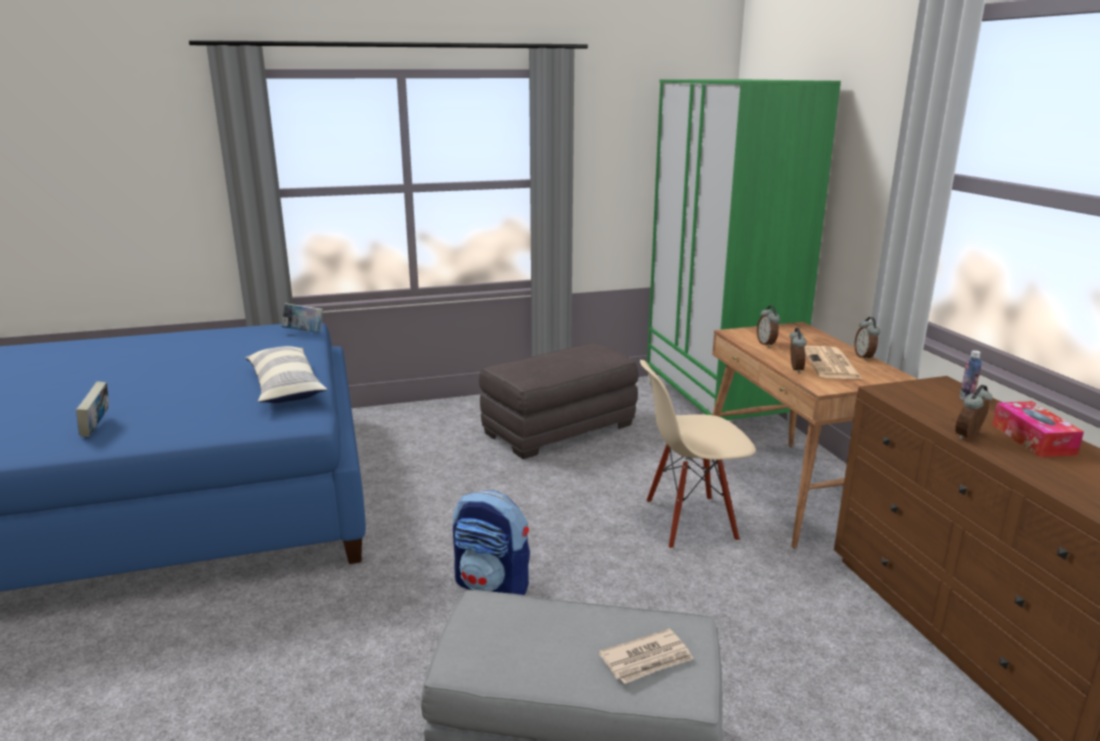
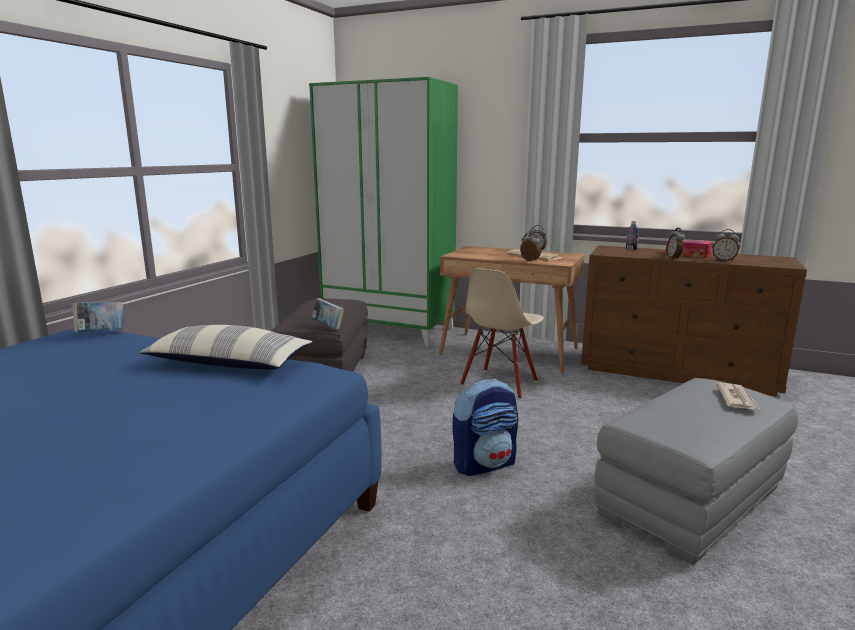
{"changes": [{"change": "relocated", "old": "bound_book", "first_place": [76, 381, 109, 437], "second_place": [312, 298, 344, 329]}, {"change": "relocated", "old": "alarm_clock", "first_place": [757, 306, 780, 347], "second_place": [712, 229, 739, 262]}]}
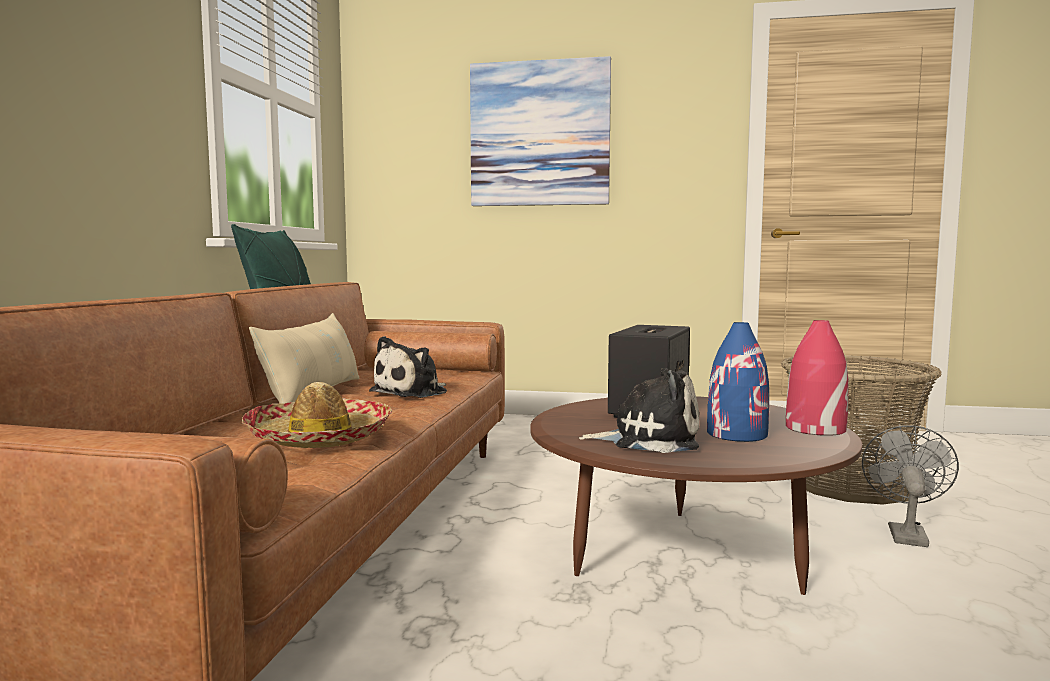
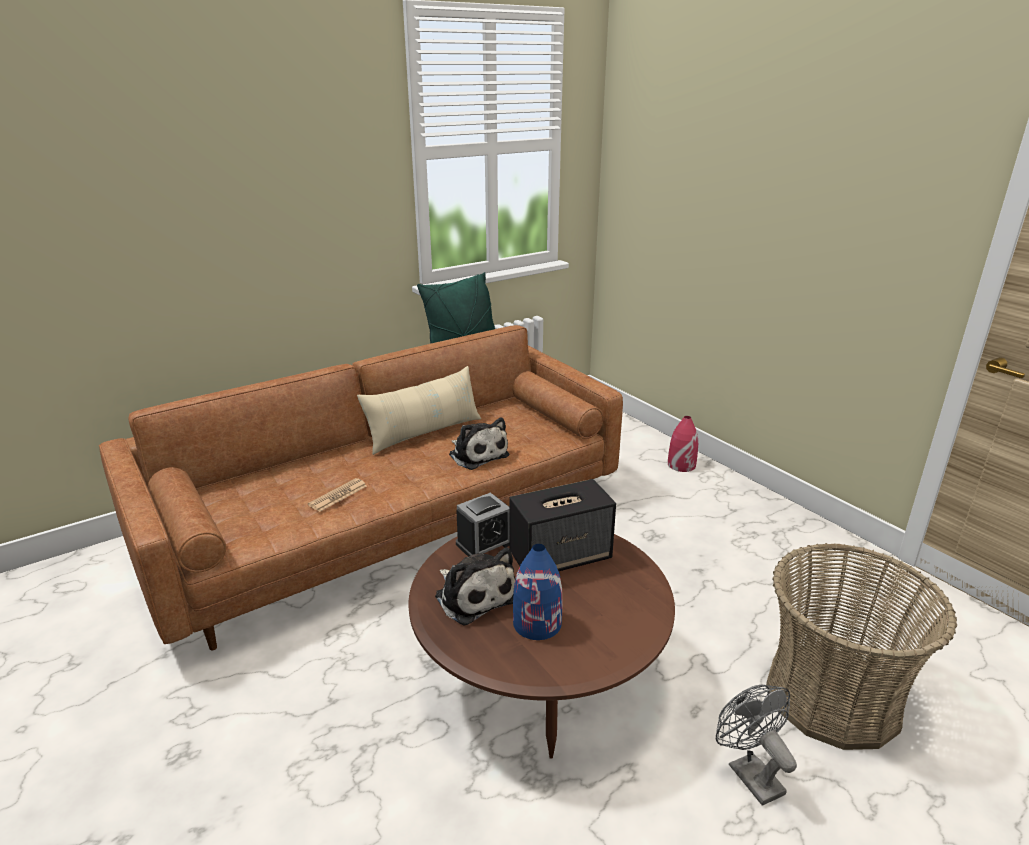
{"changes": [{"change": "missing", "old": "wall_art", "first_place": [470, 56, 611, 206]}, {"change": "appeared", "new": "alarm_clock", "second_place": [456, 492, 510, 557]}, {"change": "relocated", "old": "red_decorative_vase", "first_place": [786, 320, 849, 436], "second_place": [668, 416, 698, 472]}, {"change": "exchanged", "old": "clothing_hat", "new": "printed_paper", "first_place": [241, 382, 392, 448], "second_place": [308, 478, 367, 512]}, {"change": "spun", "old": "plush_toy", "first_place": [369, 336, 447, 398], "second_place": [449, 418, 509, 470], "degrees": -120}, {"change": "spun", "old": "grey_cooling_fan", "first_place": [862, 425, 959, 547], "second_place": [716, 685, 797, 806], "degrees": -90}]}
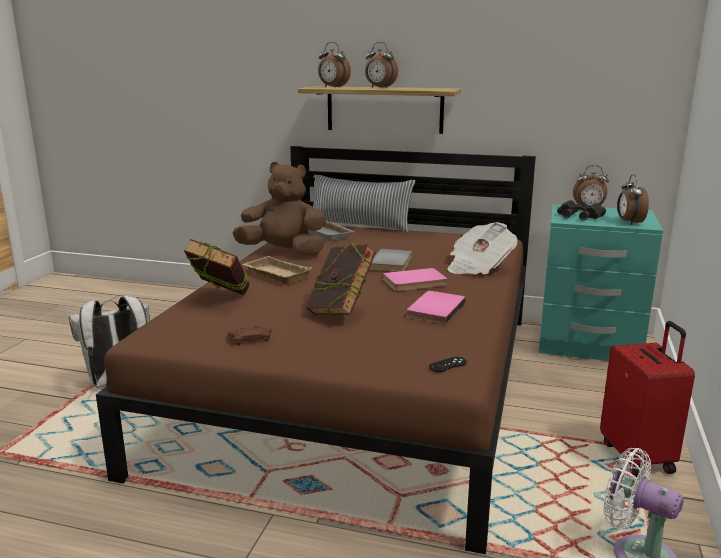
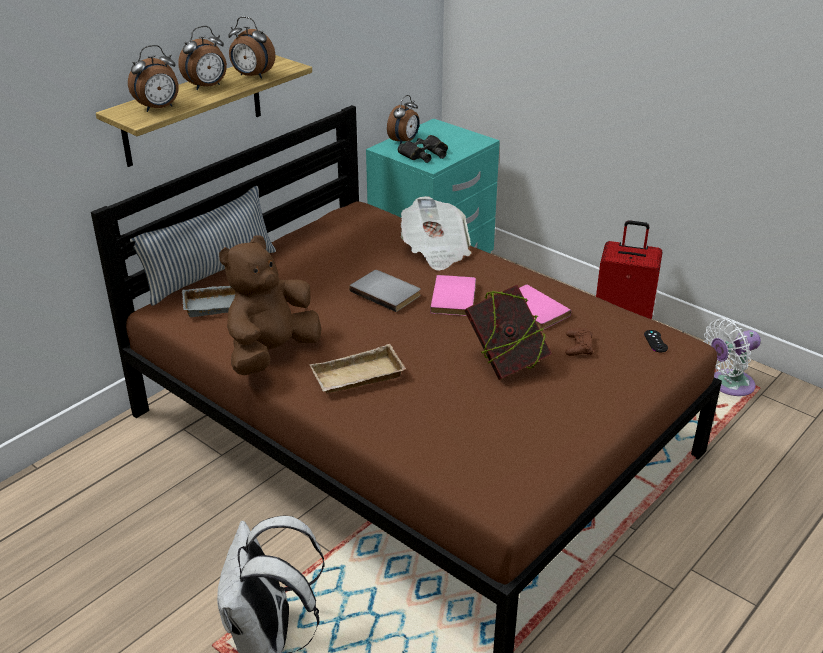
{"changes": [{"change": "missing", "old": "bound_book", "first_place": [184, 239, 250, 295]}, {"change": "relocated", "old": "brown-coloured_joypad", "first_place": [227, 324, 271, 345], "second_place": [565, 328, 593, 356]}, {"change": "relocated", "old": "alarm_clock", "first_place": [617, 175, 649, 225], "second_place": [228, 17, 275, 79]}]}
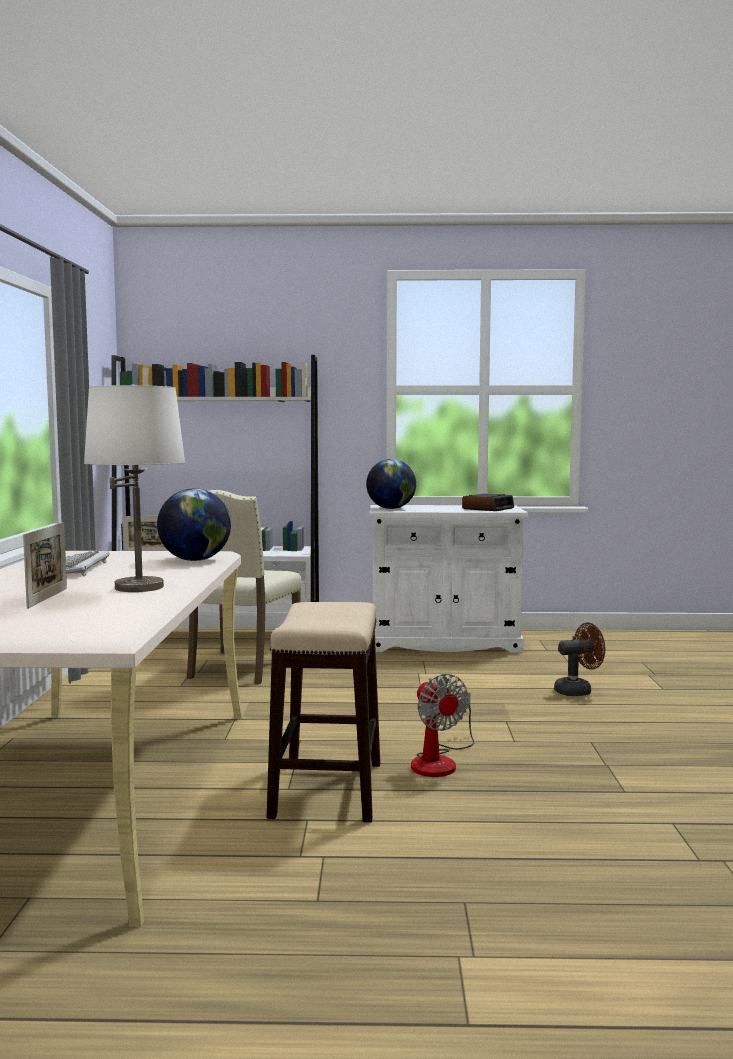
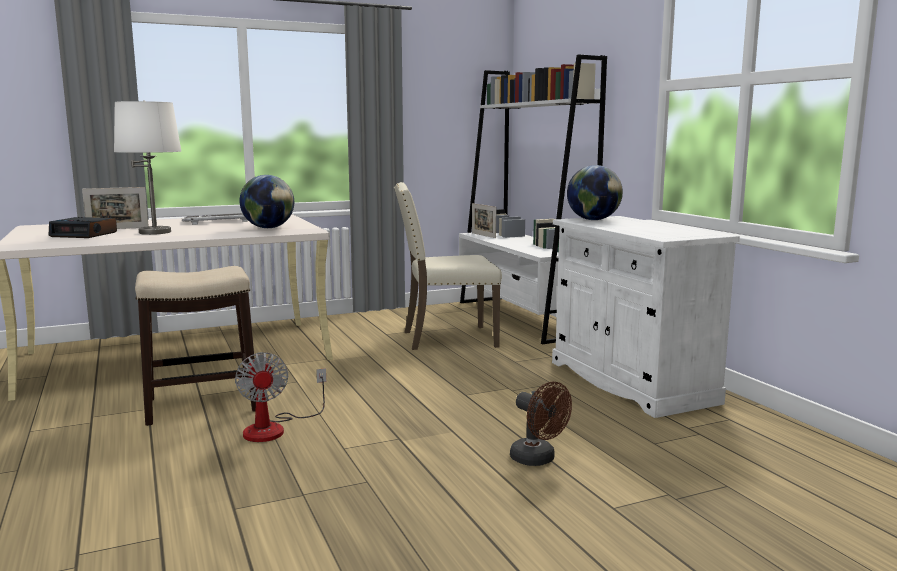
{"changes": [{"change": "relocated", "old": "alarm_clock", "first_place": [462, 494, 514, 511], "second_place": [48, 217, 117, 238]}, {"change": "spun", "old": "cooling_fan", "first_place": [411, 674, 474, 777], "second_place": [235, 352, 326, 442], "degrees": -60}]}
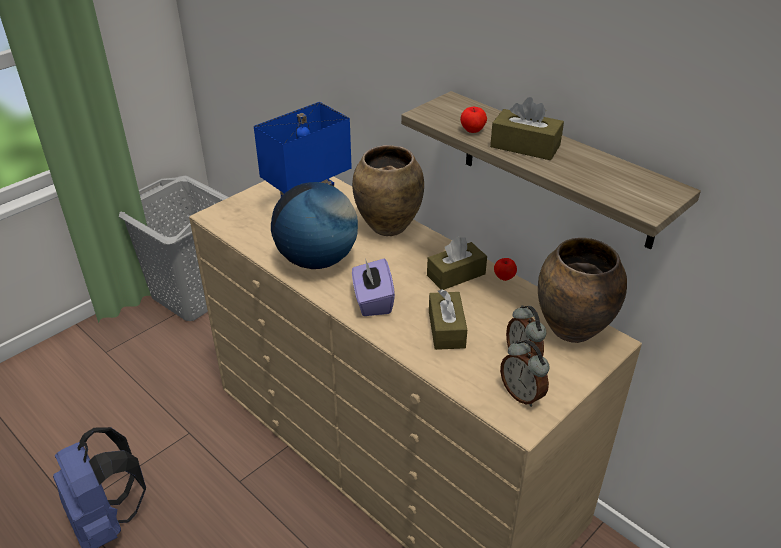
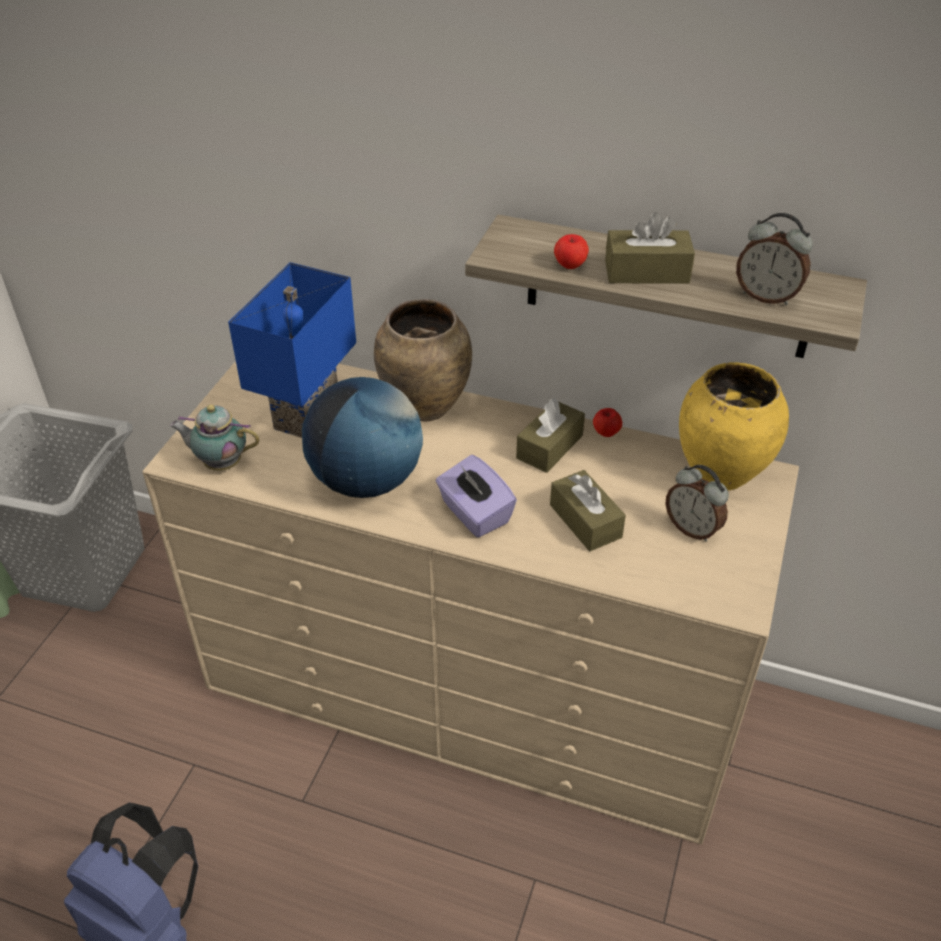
{"changes": [{"change": "appeared", "new": "teapot", "second_place": [170, 405, 260, 471]}, {"change": "relocated", "old": "alarm_clock", "first_place": [500, 340, 550, 407], "second_place": [736, 213, 813, 305]}, {"change": "colour", "old": "brown-coloured_decorative_vase", "new": "yellow_decorative_vase", "first_place": [538, 238, 627, 343], "second_place": [679, 362, 789, 490]}]}
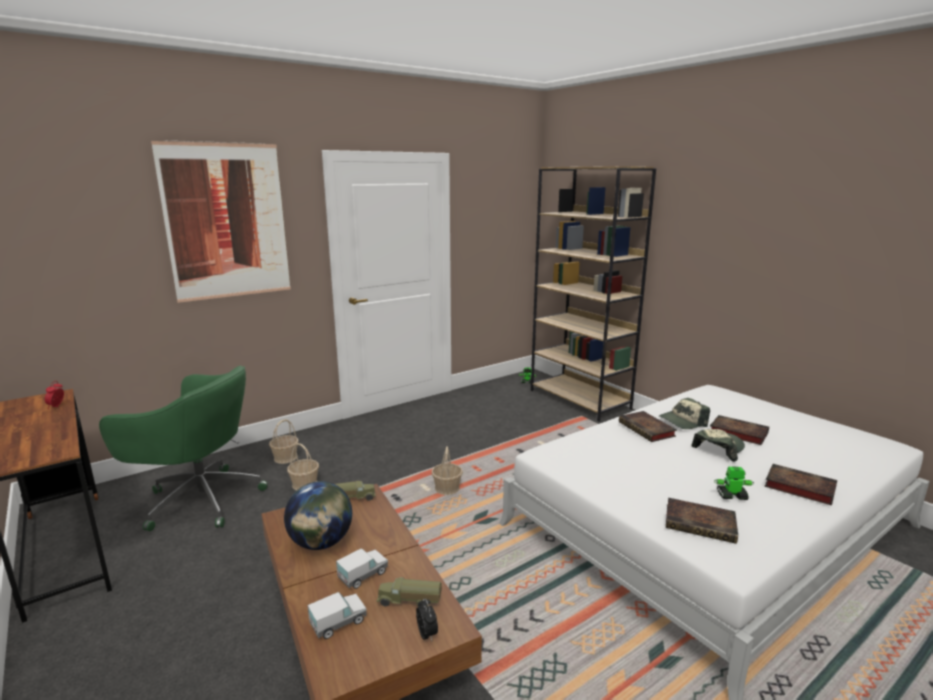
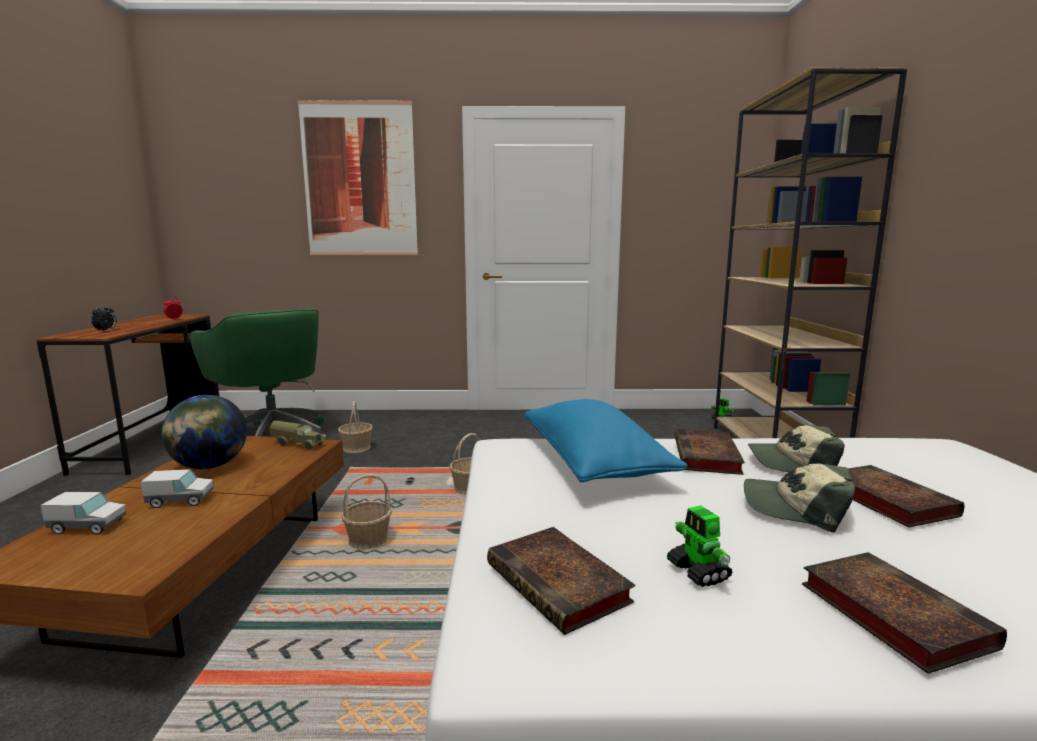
{"changes": [{"change": "missing", "old": "model_truck", "first_place": [377, 577, 442, 608]}, {"change": "appeared", "new": "blue-coloured_throw_pillow", "second_place": [524, 399, 688, 482]}, {"change": "relocated", "old": "storage_basket", "first_place": [269, 419, 299, 464], "second_place": [341, 474, 392, 550]}, {"change": "relocated", "old": "alarm_clock", "first_place": [416, 598, 438, 641], "second_place": [91, 304, 116, 331]}, {"change": "spun", "old": "cap", "first_place": [691, 429, 745, 462], "second_place": [744, 464, 855, 532], "degrees": -150}, {"change": "spun", "old": "toy_robot", "first_place": [714, 467, 754, 500], "second_place": [667, 506, 733, 587], "degrees": -150}]}
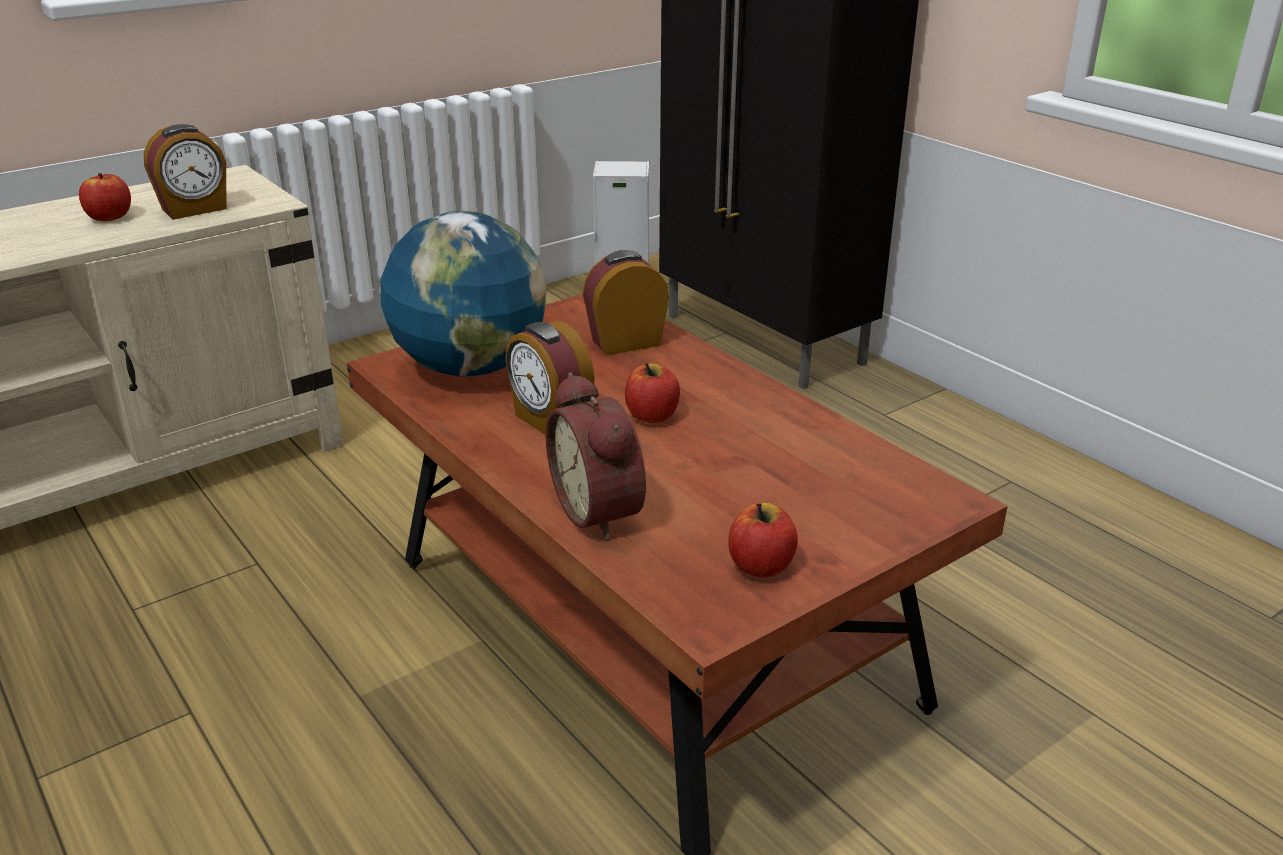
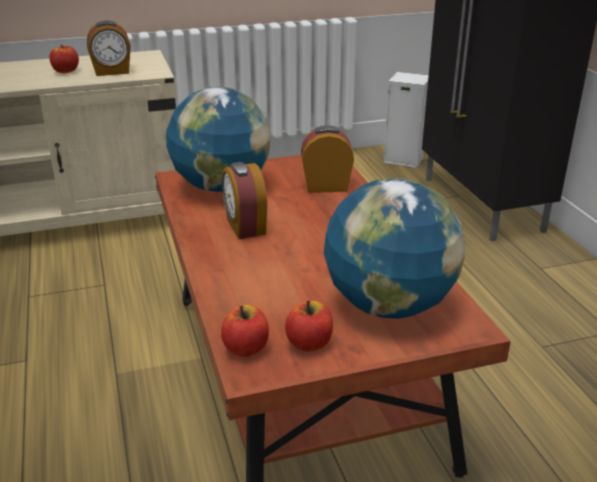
{"changes": [{"change": "missing", "old": "alarm_clock", "first_place": [546, 373, 646, 540]}, {"change": "appeared", "new": "globe", "second_place": [324, 178, 465, 319]}, {"change": "relocated", "old": "whole_apple", "first_place": [625, 363, 680, 423], "second_place": [221, 305, 269, 357]}]}
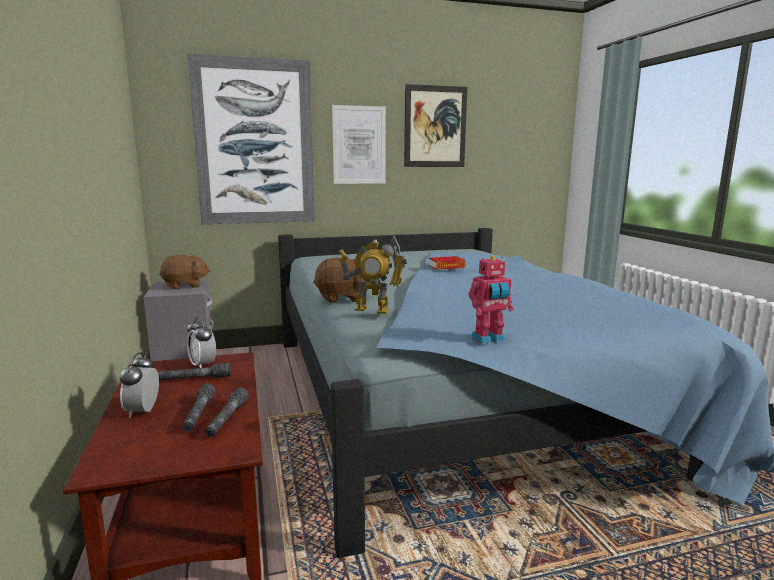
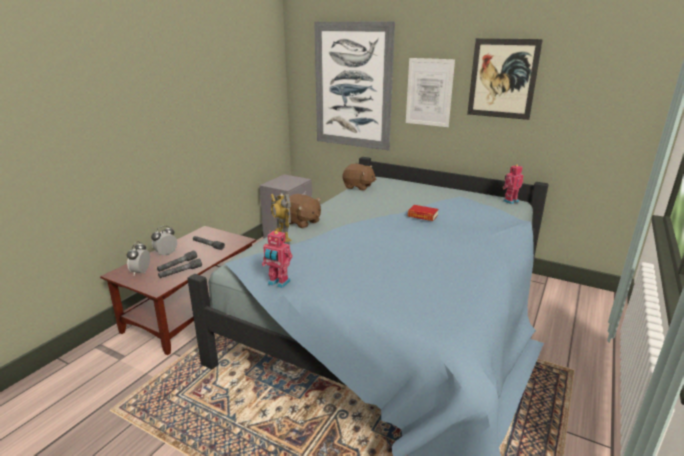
{"changes": [{"change": "appeared", "new": "toy_robot", "second_place": [502, 165, 524, 204]}, {"change": "relocated", "old": "brown-coloured_plush_toy", "first_place": [159, 255, 210, 289], "second_place": [343, 164, 376, 191]}, {"change": "relocated", "old": "alarm_clock", "first_place": [187, 317, 216, 368], "second_place": [127, 241, 150, 275]}]}
